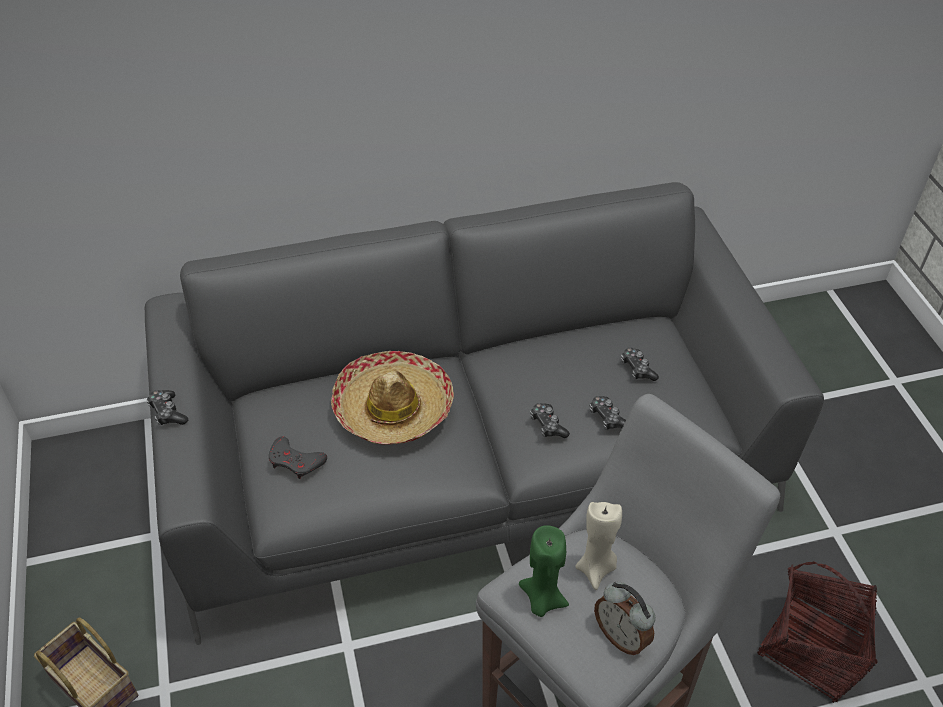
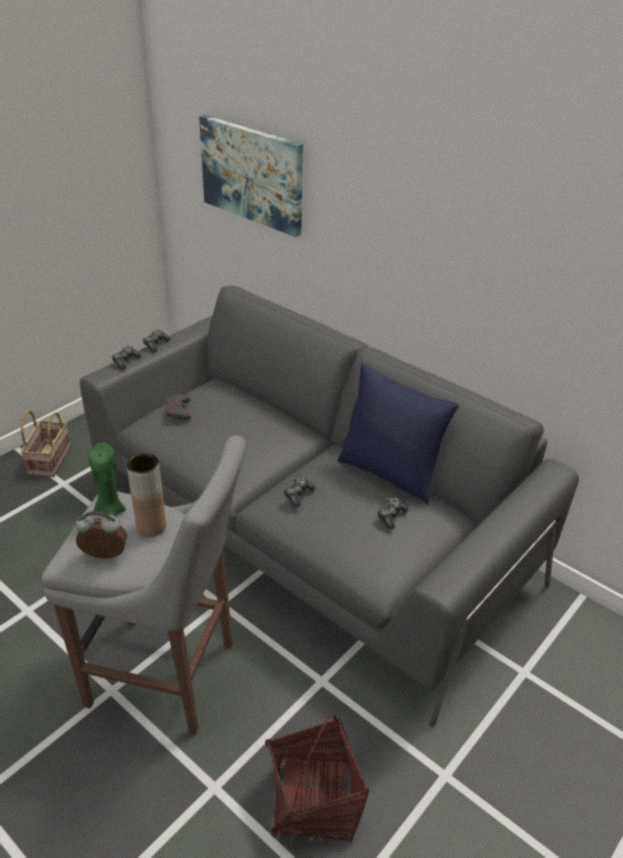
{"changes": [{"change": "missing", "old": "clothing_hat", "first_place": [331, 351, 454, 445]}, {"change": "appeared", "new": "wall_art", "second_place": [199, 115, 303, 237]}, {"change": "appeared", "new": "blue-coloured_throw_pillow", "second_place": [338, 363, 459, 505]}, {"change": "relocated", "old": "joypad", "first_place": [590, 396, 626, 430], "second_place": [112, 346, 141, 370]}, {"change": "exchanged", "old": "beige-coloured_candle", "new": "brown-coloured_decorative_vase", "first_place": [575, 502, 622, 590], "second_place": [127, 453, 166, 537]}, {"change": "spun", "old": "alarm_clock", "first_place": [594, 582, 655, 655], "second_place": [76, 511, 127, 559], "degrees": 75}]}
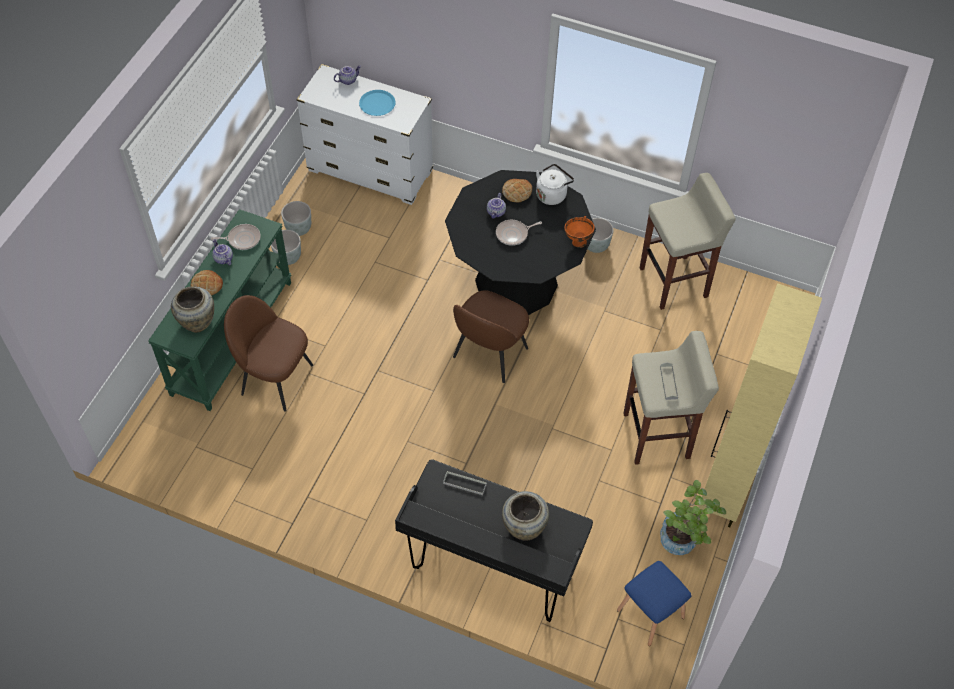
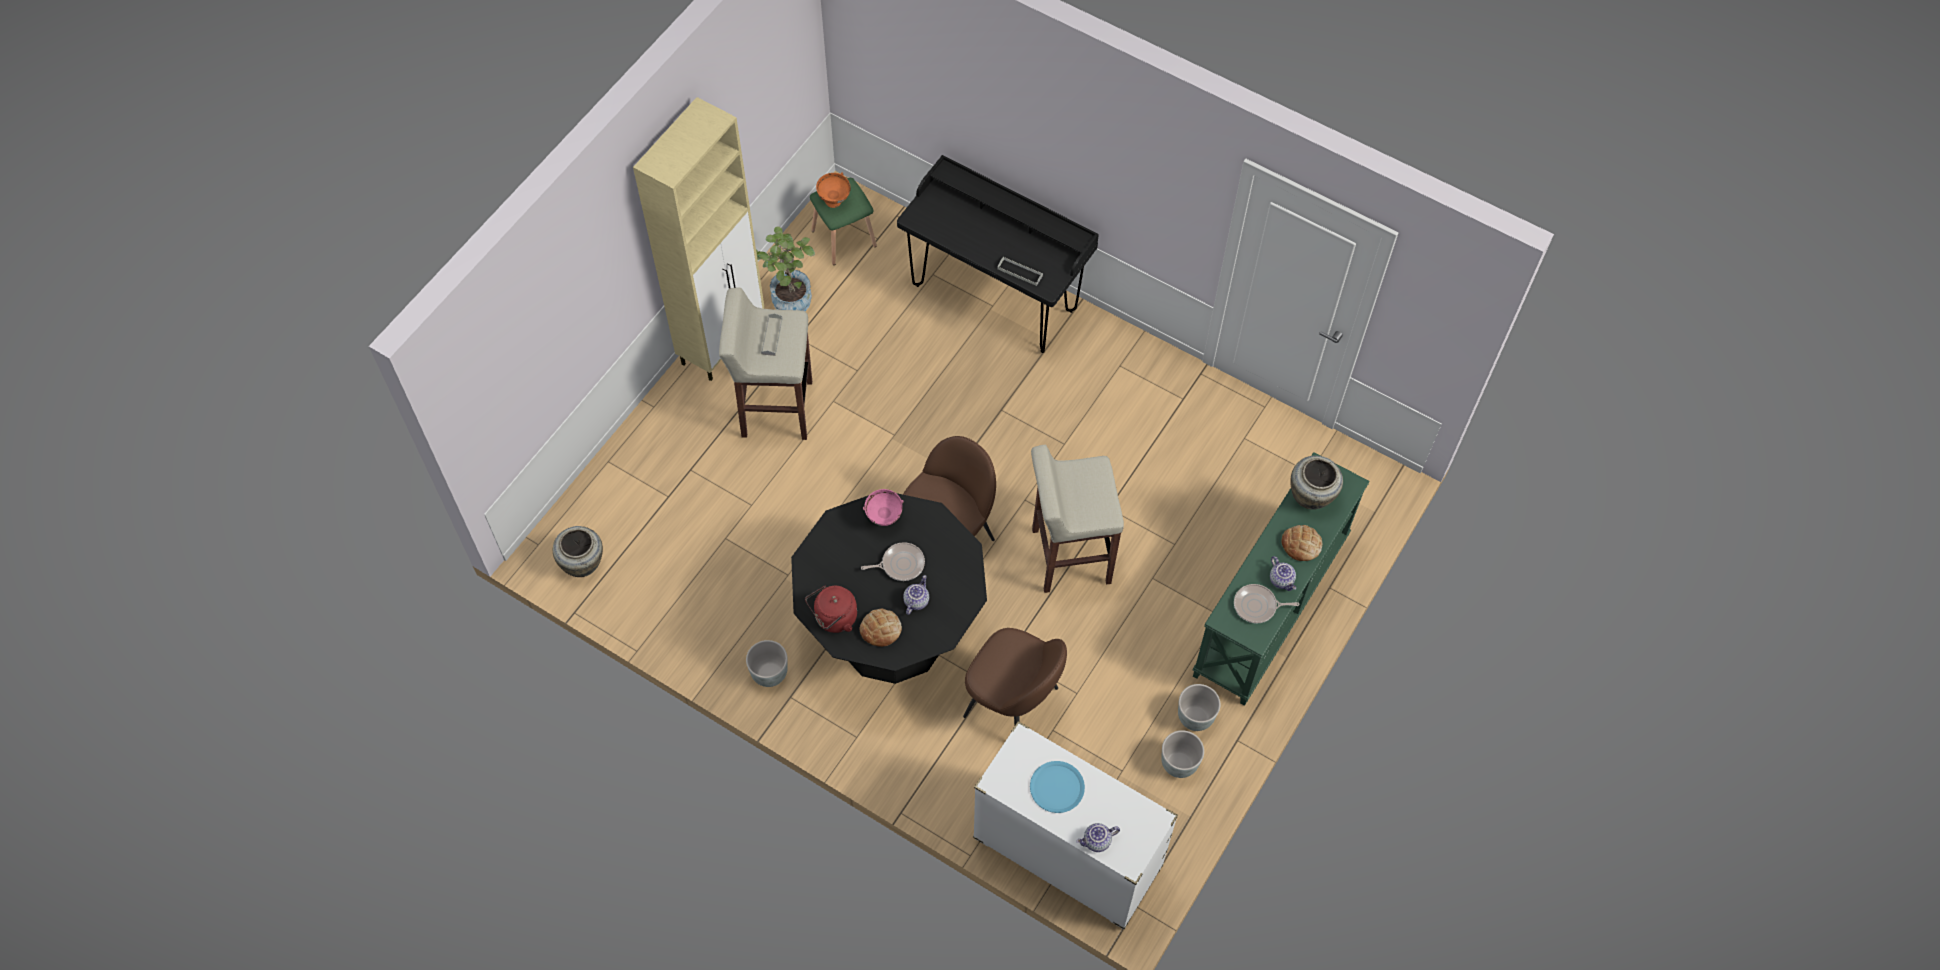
{"changes": [{"change": "appeared", "new": "pinkish_serving_bowl", "second_place": [863, 489, 903, 526]}, {"change": "relocated", "old": "brown-coloured_chair", "first_place": [224, 295, 313, 412], "second_place": [963, 628, 1067, 726]}, {"change": "relocated", "old": "beige-coloured_decorative_vase", "first_place": [502, 491, 549, 540], "second_place": [553, 526, 603, 577]}, {"change": "relocated", "old": "orange_serving_bowl", "first_place": [564, 216, 595, 248], "second_place": [816, 172, 851, 208]}, {"change": "relocated", "old": "beige-coloured_stool_seat", "first_place": [640, 173, 736, 310], "second_place": [1031, 445, 1124, 593]}, {"change": "colour", "old": "white_kettle", "new": "red_kettle", "first_place": [536, 164, 574, 205], "second_place": [805, 585, 857, 633]}, {"change": "colour", "old": "blue-coloured_stool_seat", "new": "greenish_stool_seat", "first_place": [617, 561, 692, 646], "second_place": [810, 178, 877, 265]}]}
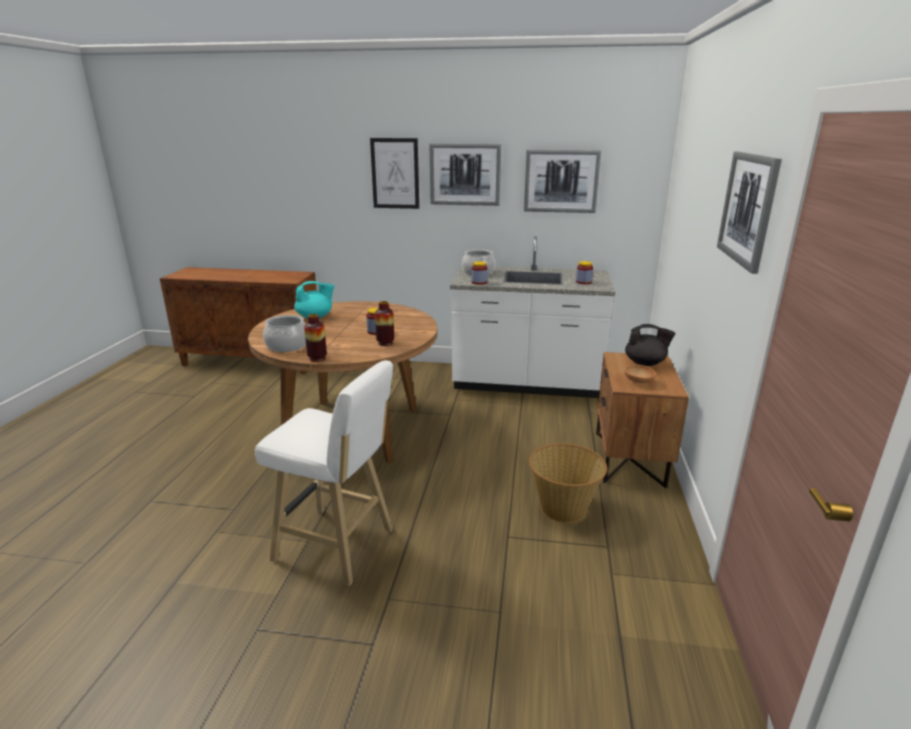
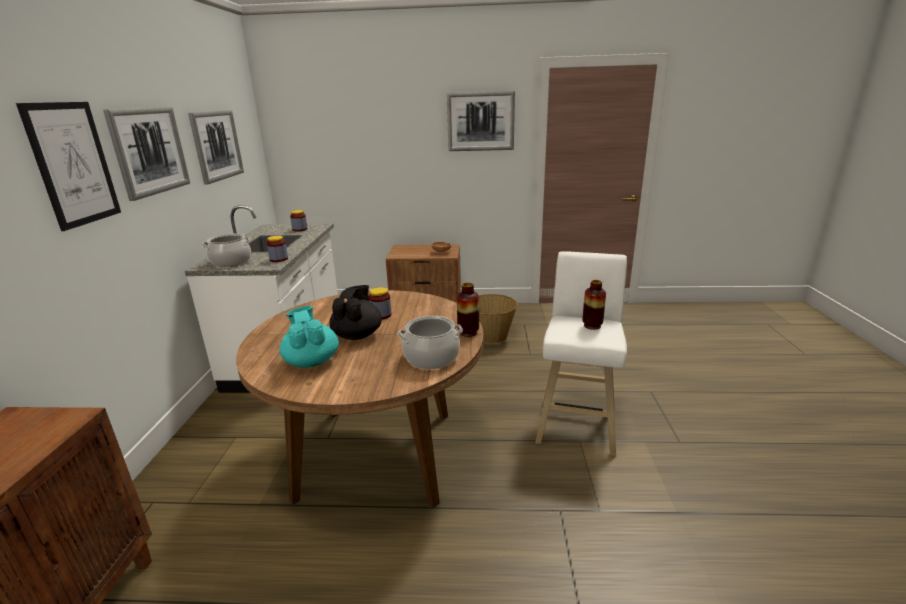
{"changes": [{"change": "relocated", "old": "decorative_vase", "first_place": [375, 301, 394, 346], "second_place": [582, 280, 606, 330]}, {"change": "relocated", "old": "blackish_teapot", "first_place": [625, 324, 675, 366], "second_place": [329, 285, 382, 340]}]}
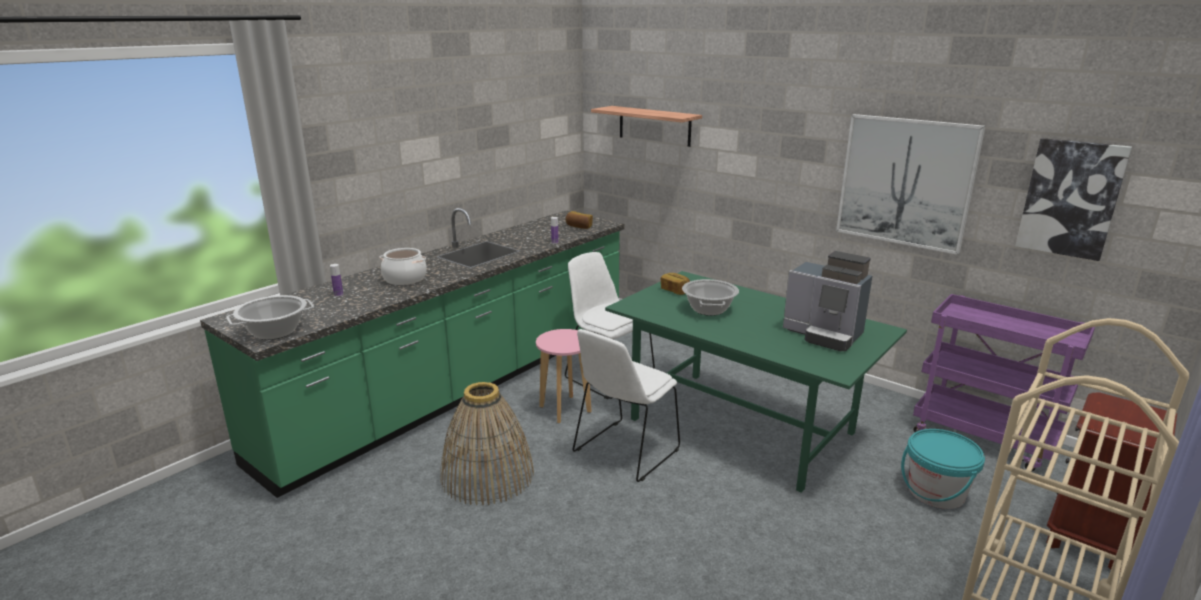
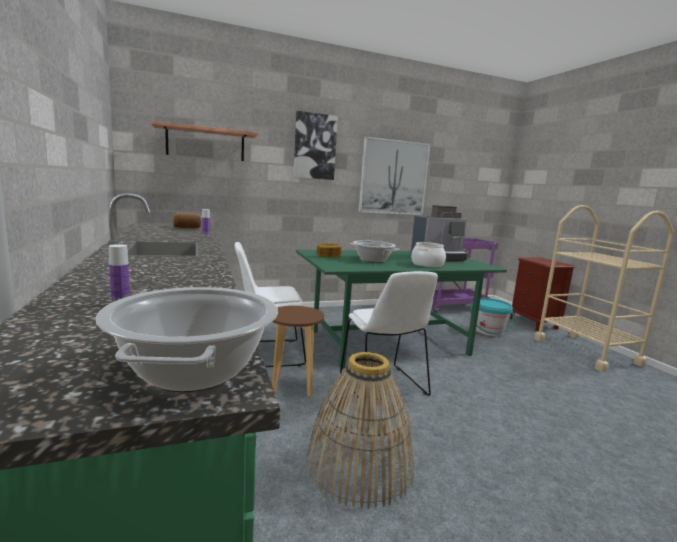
{"changes": [{"change": "relocated", "old": "stockpot", "first_place": [379, 248, 427, 285], "second_place": [411, 242, 446, 267]}, {"change": "relocated", "old": "wall_art", "first_place": [1015, 138, 1132, 261], "second_place": [294, 111, 338, 180]}, {"change": "colour", "old": "pinkish_stool_seat", "new": "brown-coloured_stool_seat", "first_place": [536, 329, 591, 423], "second_place": [272, 306, 324, 397]}]}
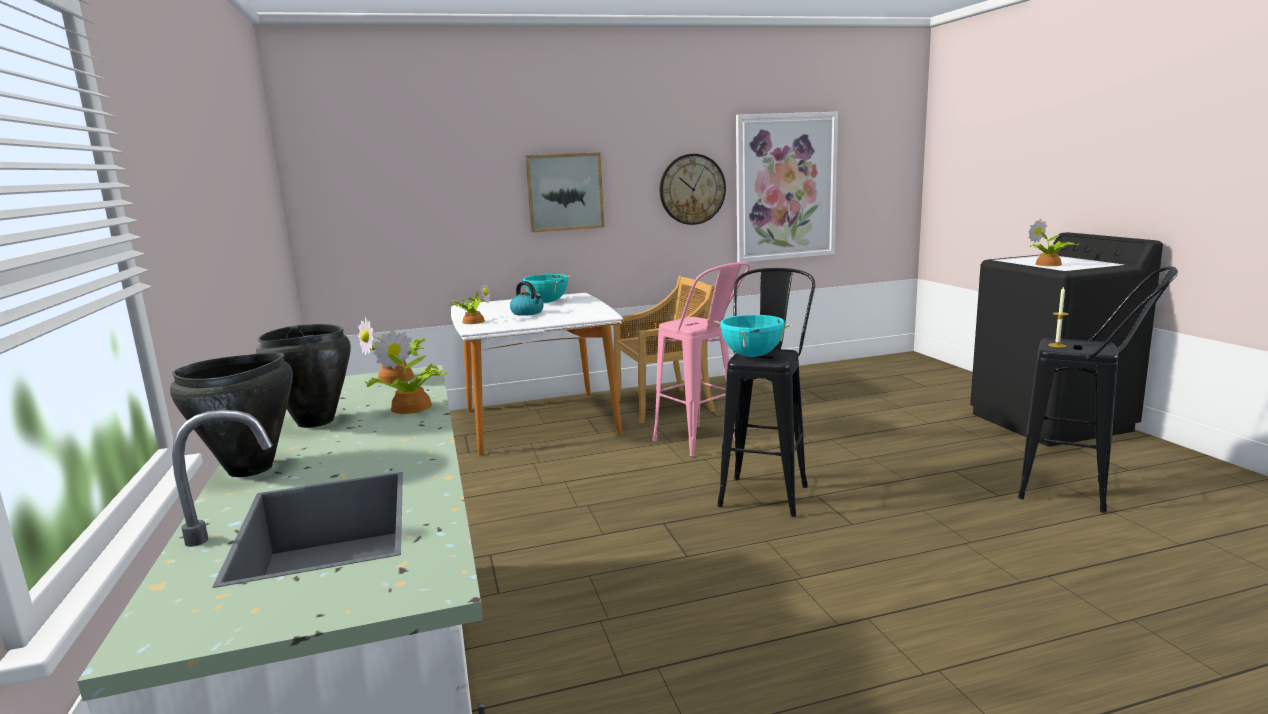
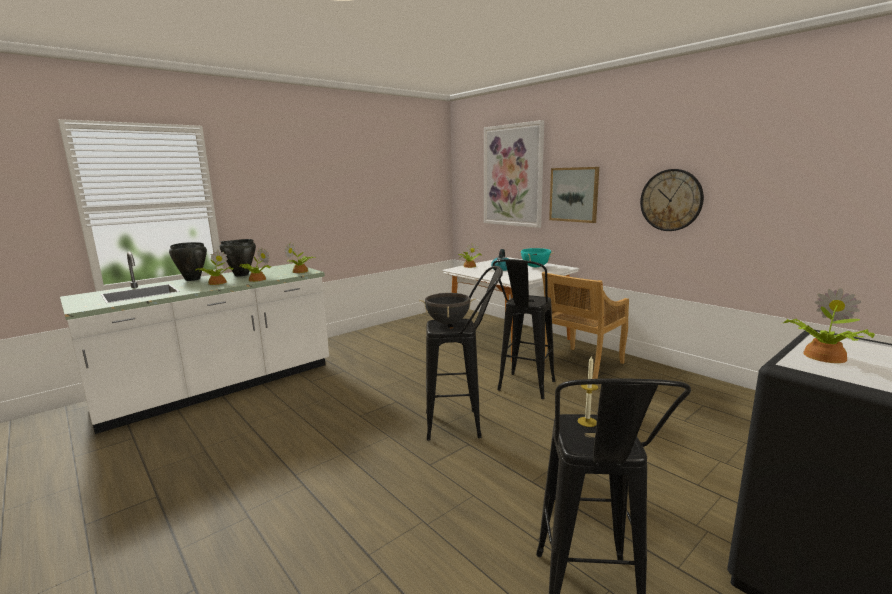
{"changes": [{"change": "appeared", "new": "plant_in_a_pot", "second_place": [195, 250, 234, 285]}, {"change": "relocated", "old": "wall_art", "first_place": [736, 112, 838, 262], "second_place": [484, 120, 544, 228]}, {"change": "colour", "old": "pinkish_stool_seat", "new": "blackish_stool_seat", "first_place": [653, 262, 750, 456], "second_place": [493, 259, 555, 399]}, {"change": "colour", "old": "blue-green_stockpot", "new": "blackish_stockpot", "first_place": [714, 315, 792, 357], "second_place": [419, 293, 476, 324]}, {"change": "spun", "old": "beige-coloured_chair", "first_place": [613, 275, 715, 424], "second_place": [542, 272, 629, 379], "degrees": 90}]}
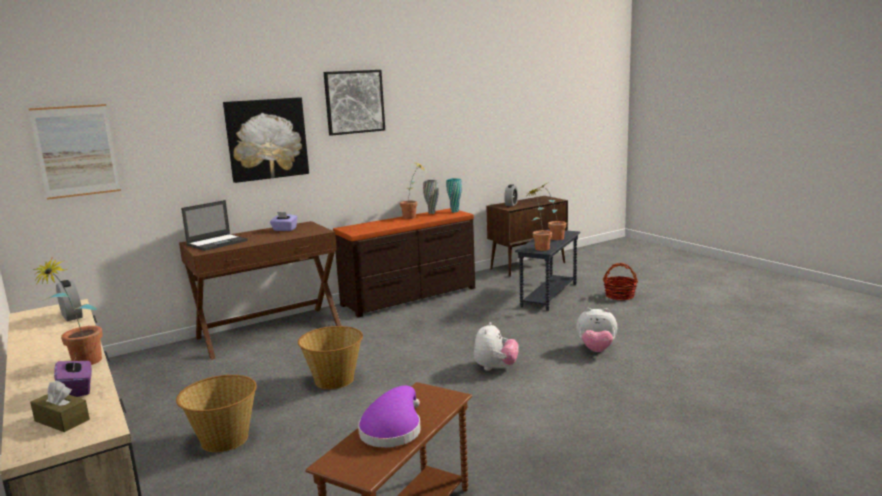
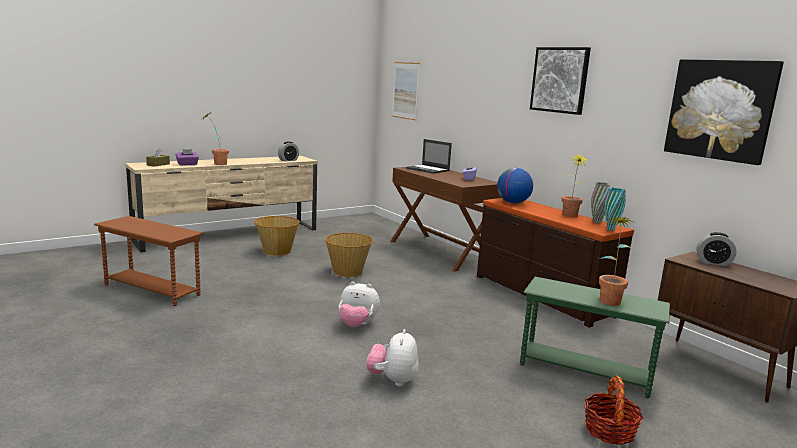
{"changes": [{"change": "missing", "old": "purplish_clothing_hat", "first_place": [358, 386, 421, 448]}, {"change": "missing", "old": "plant_in_a_pot", "first_place": [529, 189, 552, 251]}, {"change": "appeared", "new": "globe", "second_place": [497, 168, 533, 204]}, {"change": "relocated", "old": "wall_art", "first_place": [223, 97, 309, 183], "second_place": [664, 59, 784, 165]}, {"change": "colour", "old": "grey_side_table", "new": "greenish_side_table", "first_place": [515, 229, 581, 311], "second_place": [520, 277, 670, 398]}]}
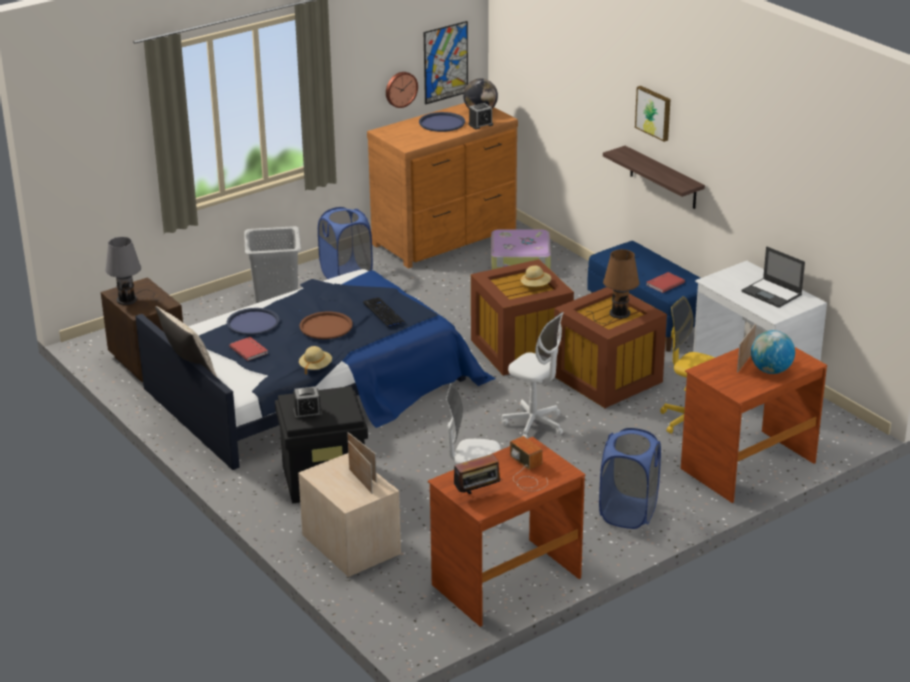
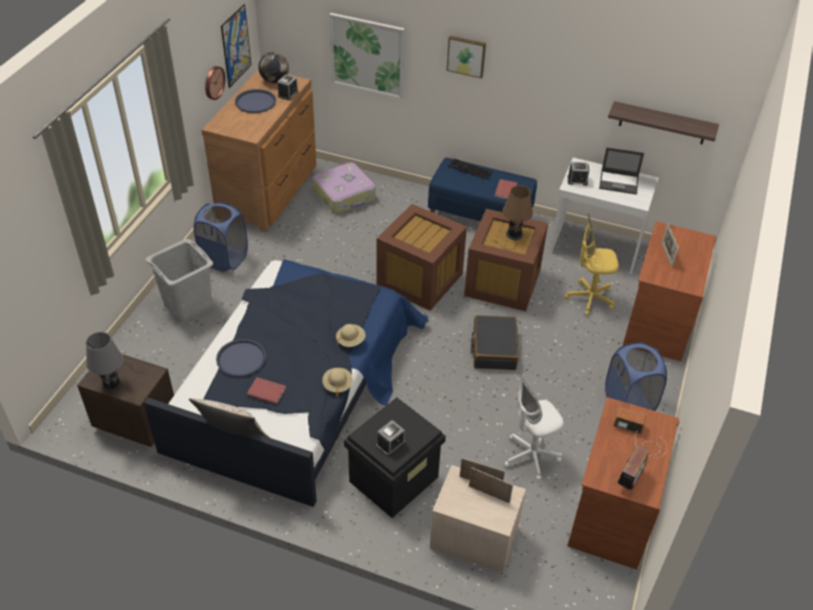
{"changes": [{"change": "missing", "old": "brown-coloured_carrying_tray", "first_place": [299, 311, 353, 339]}, {"change": "missing", "old": "globe", "first_place": [751, 330, 795, 374]}, {"change": "appeared", "new": "wall_art", "second_place": [329, 13, 405, 100]}, {"change": "appeared", "new": "alarm_clock", "second_place": [567, 162, 589, 186]}, {"change": "relocated", "old": "PC_keyboard", "first_place": [363, 297, 405, 327], "second_place": [448, 159, 493, 180]}, {"change": "relocated", "old": "beige-coloured_clothing_hat", "first_place": [520, 266, 551, 287], "second_place": [336, 324, 366, 347]}, {"change": "relocated", "old": "shelf", "first_place": [603, 146, 705, 209], "second_place": [608, 101, 719, 144]}, {"change": "exchanged", "old": "white_office_chair", "new": "blackish_suitcase", "first_place": [502, 312, 564, 439], "second_place": [471, 315, 519, 370]}]}
